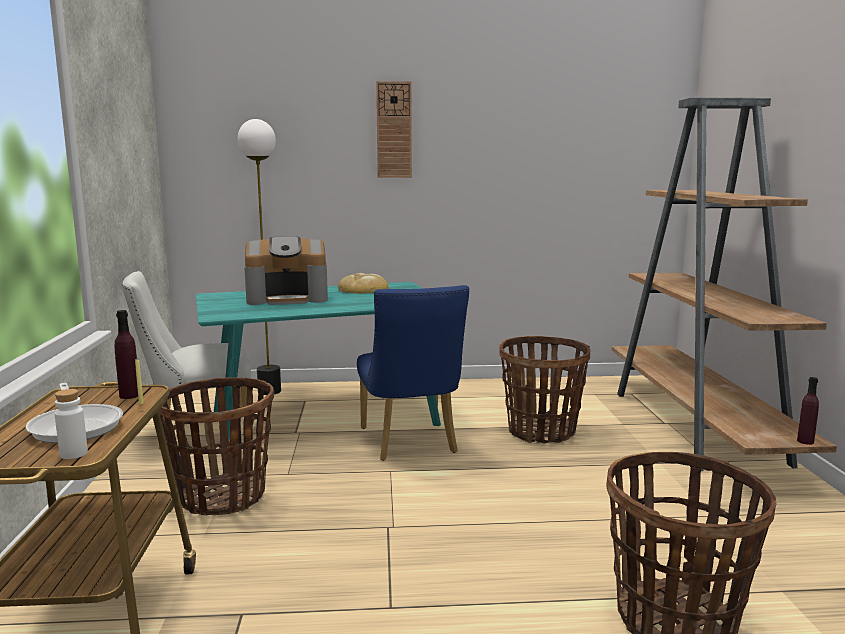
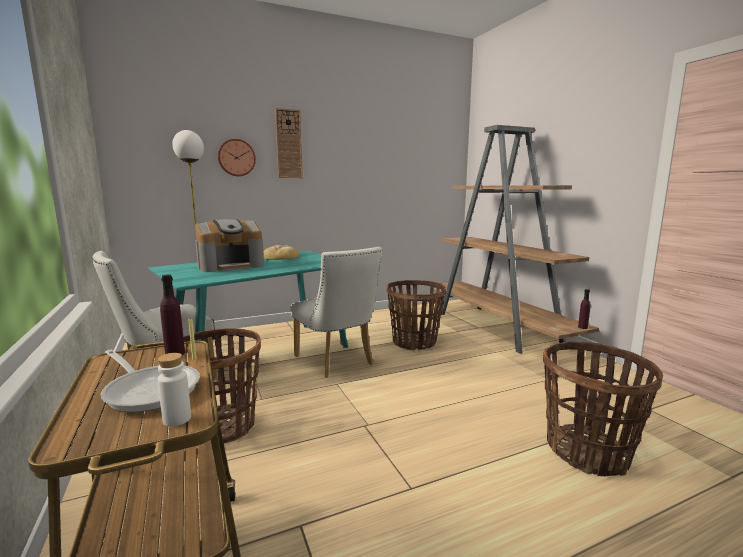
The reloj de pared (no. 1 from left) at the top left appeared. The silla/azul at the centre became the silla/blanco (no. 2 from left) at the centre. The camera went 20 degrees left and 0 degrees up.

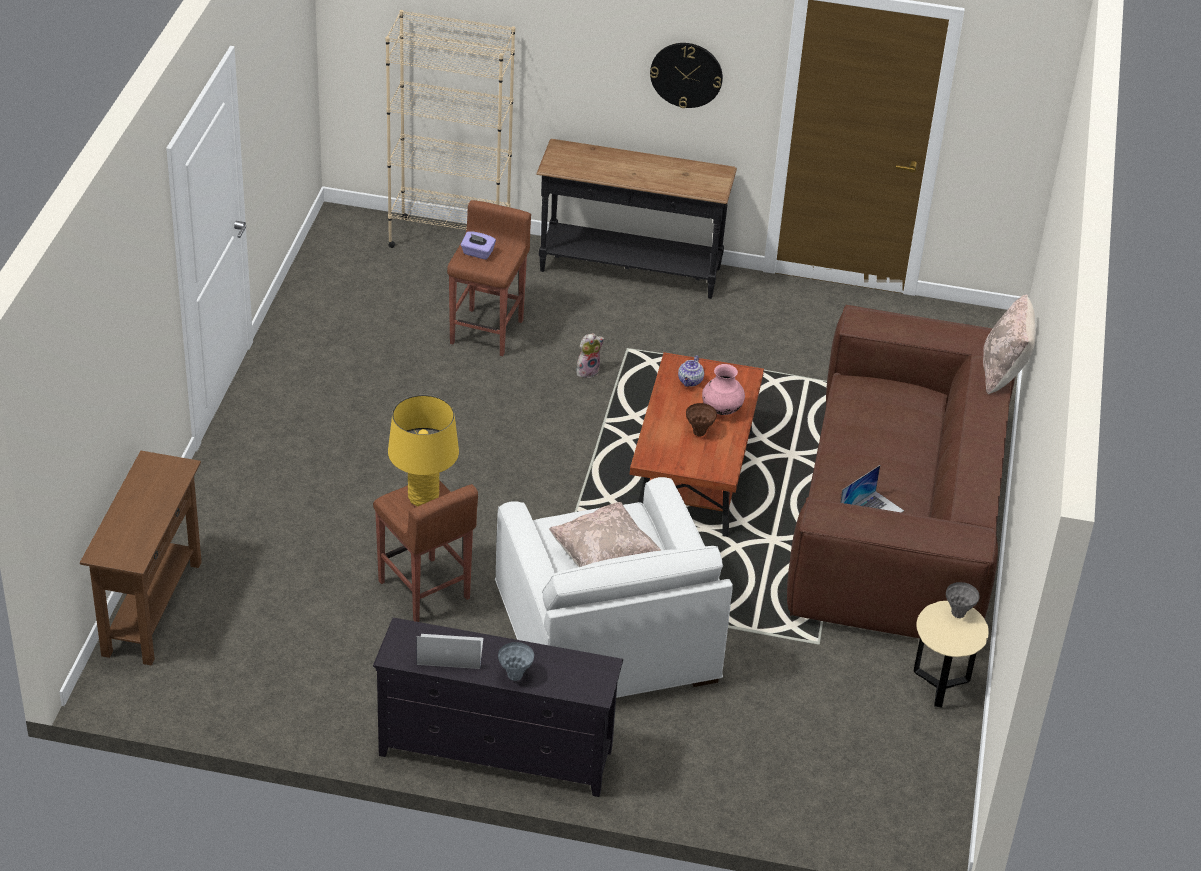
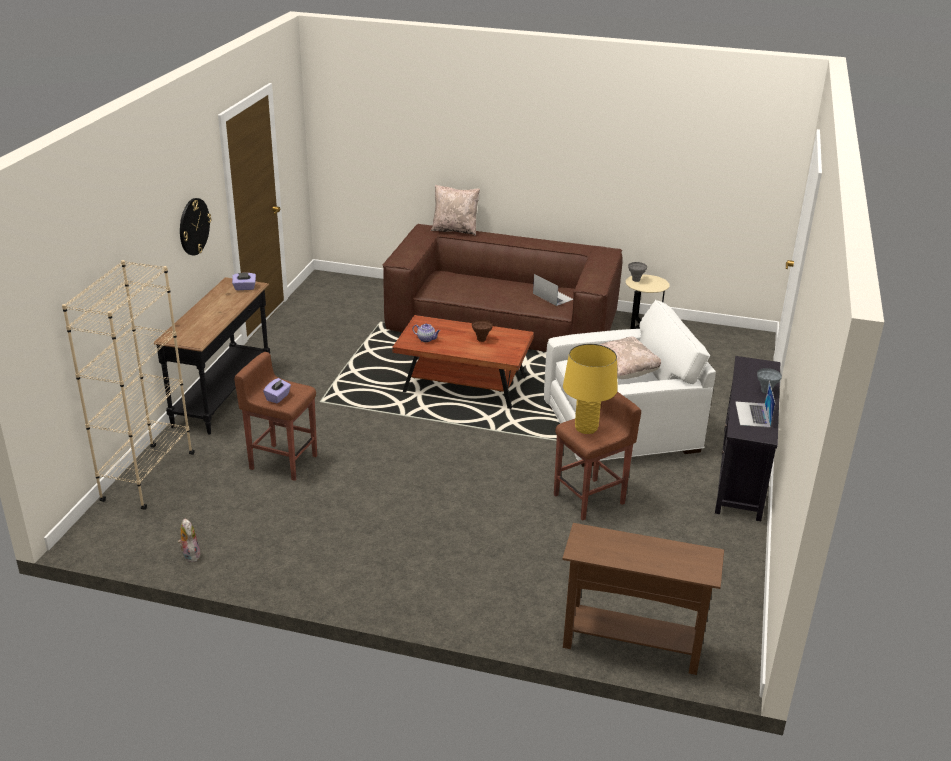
The peluche moved from the centre to the bottom left. The caja de pañuelos/morado (no. 1 from left) at the middle left appeared. The florero/rosa at the centre disappeared. The camera went 85 degrees left and 10 degrees down.

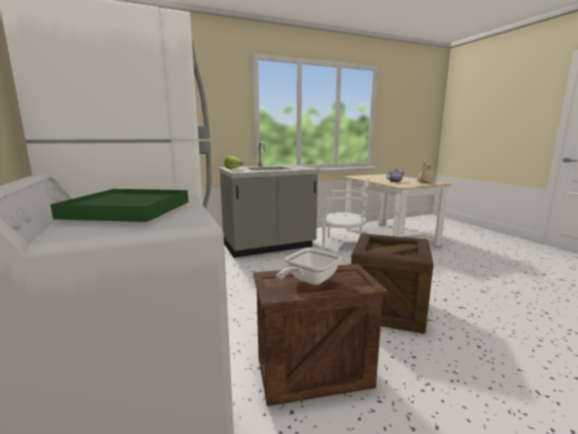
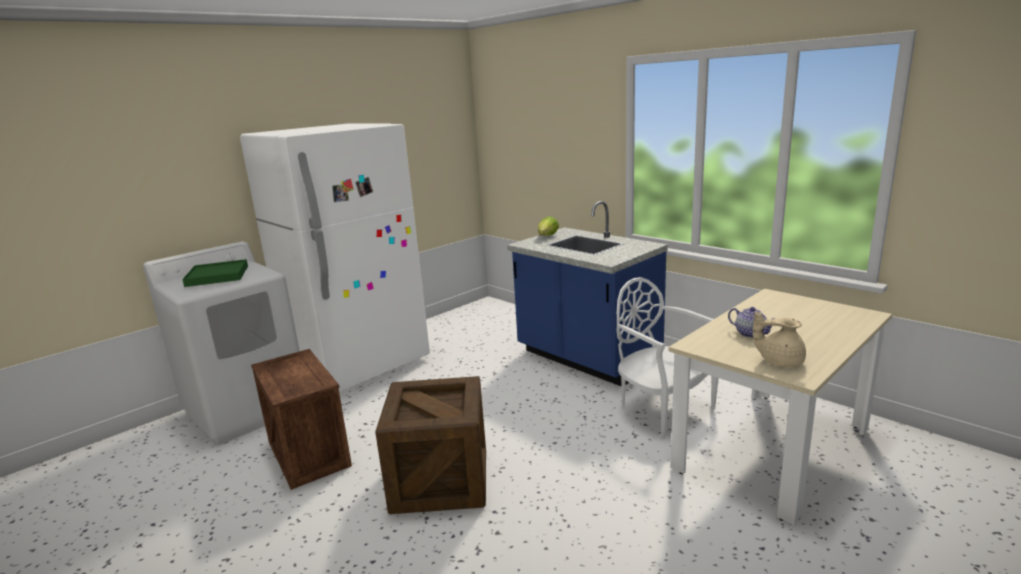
The mueble bajo de cocina/gris at the centre became the mueble bajo de cocina/azul at the centre. The silla/blanco at the centre turned 150 degrees clockwise. The sartén at the centre disappeared. The camera went 70 degrees right and 5 degrees up.

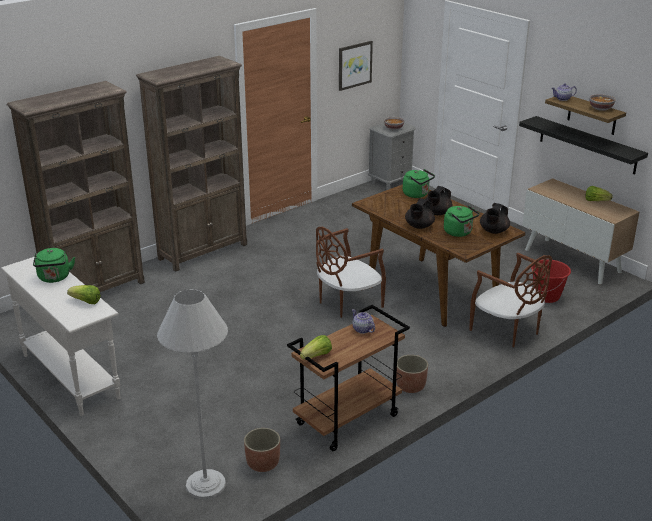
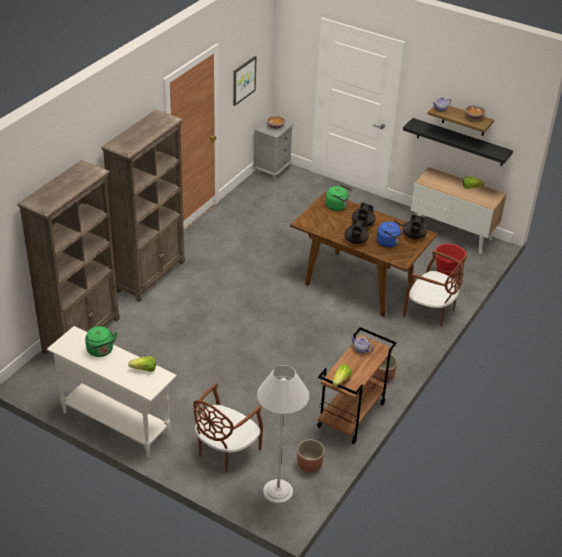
The silla/marrón (no. 1 from left) moved from the centre to the bottom centre. The hervidor/verde (no. 3 from left) at the middle right became the hervidor/azul at the middle right. The camera went 20 degrees left and 10 degrees up.

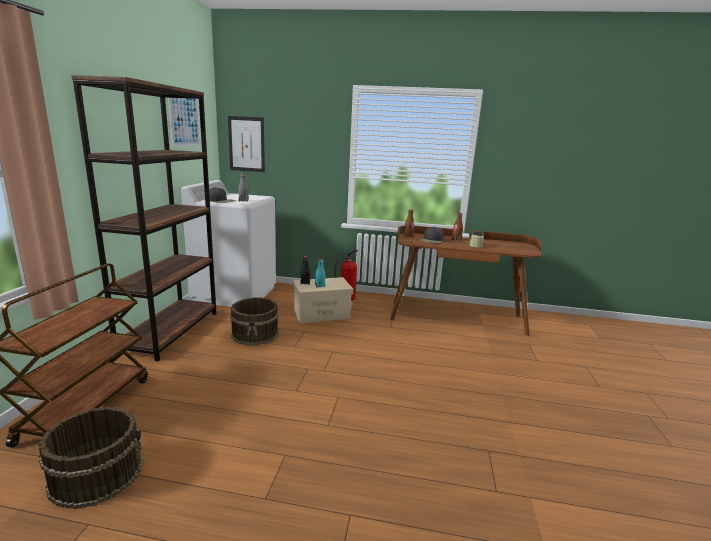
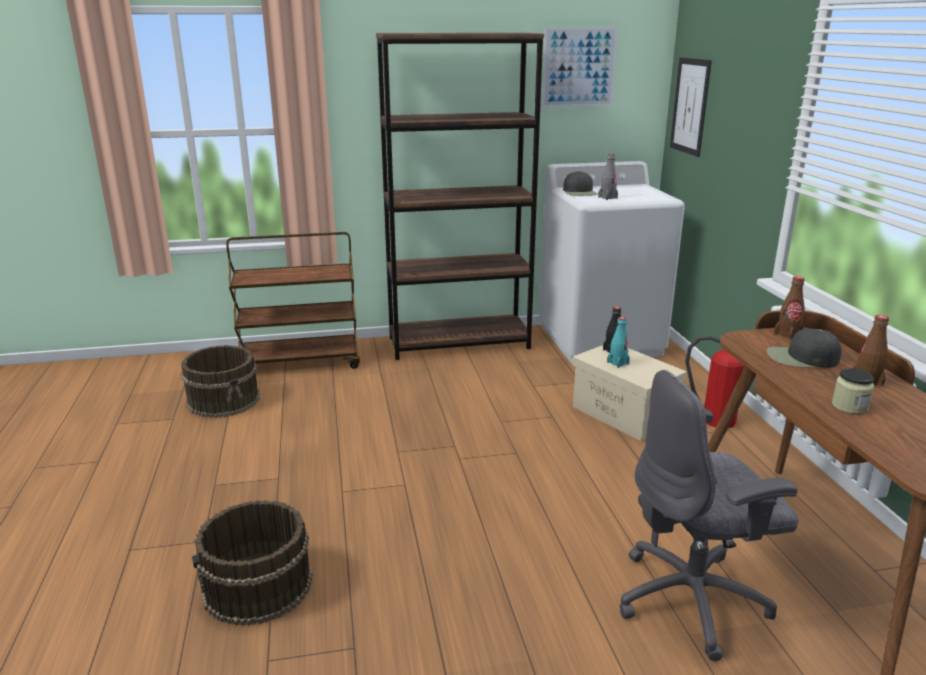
The cubo/marrón (no. 2 from left) moved from the centre to the bottom left. The silla de oficina/gris at the bottom right appeared. The camera went 70 degrees right and 5 degrees up.

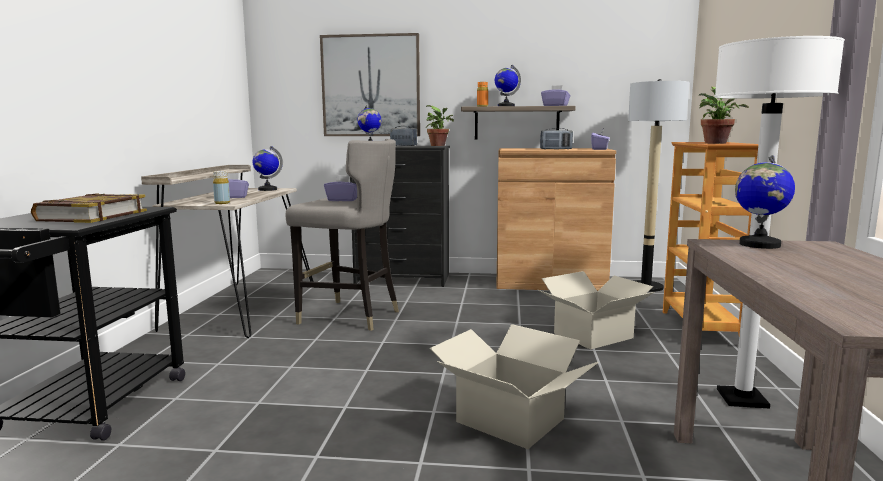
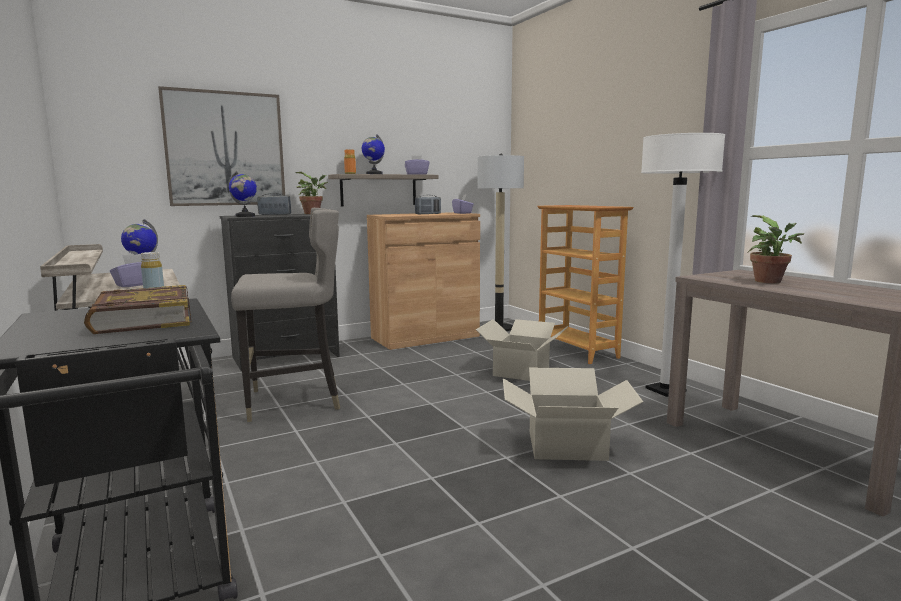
The planta en maceta (no. 2 from left) moved from the top right to the middle right. The caja de pañuelos/morado (no. 2 from left) at the centre disappeared. The globo terráqueo (no. 4 from left) at the middle right disappeared. The camera went 35 degrees left and 0 degrees up.

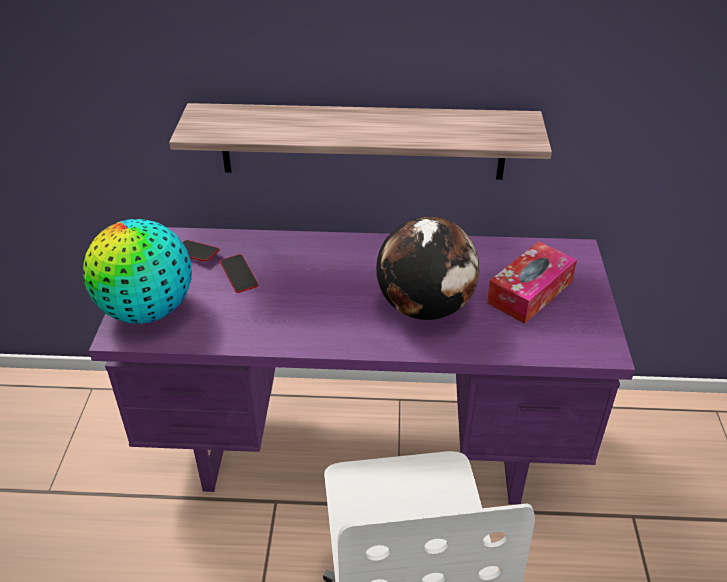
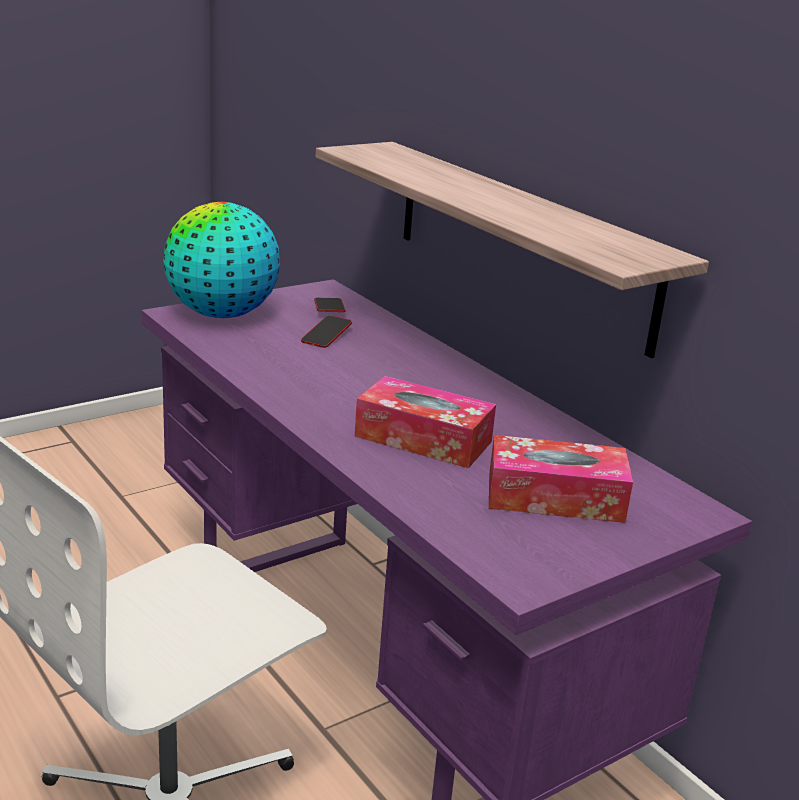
The globo terráqueo (no. 2 from left) at the centre was replaced by the caja de pañuelos (no. 1 from left) at the centre. The camera went 50 degrees right and 15 degrees down.

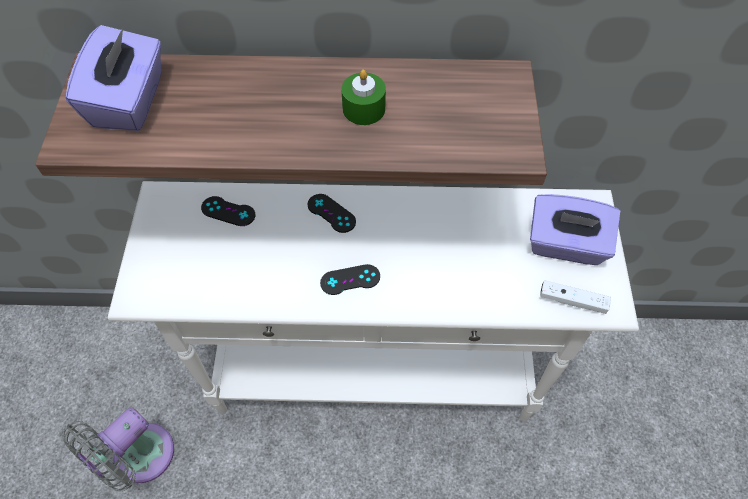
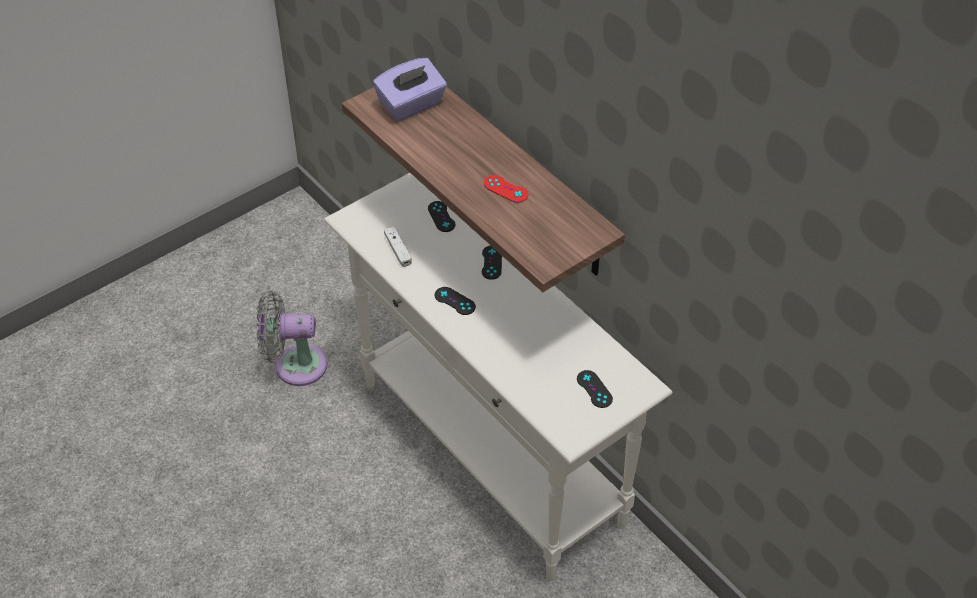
The mando de consola/blanco moved from the middle right to the centre. The vela/verde at the top centre was replaced by the mando de consola/rojo at the top centre. The caja de pañuelos/morado (no. 2 from left) at the middle right was replaced by the mando de consola/negro (no. 4 from left) at the centre. The camera went 50 degrees right and 10 degrees down.

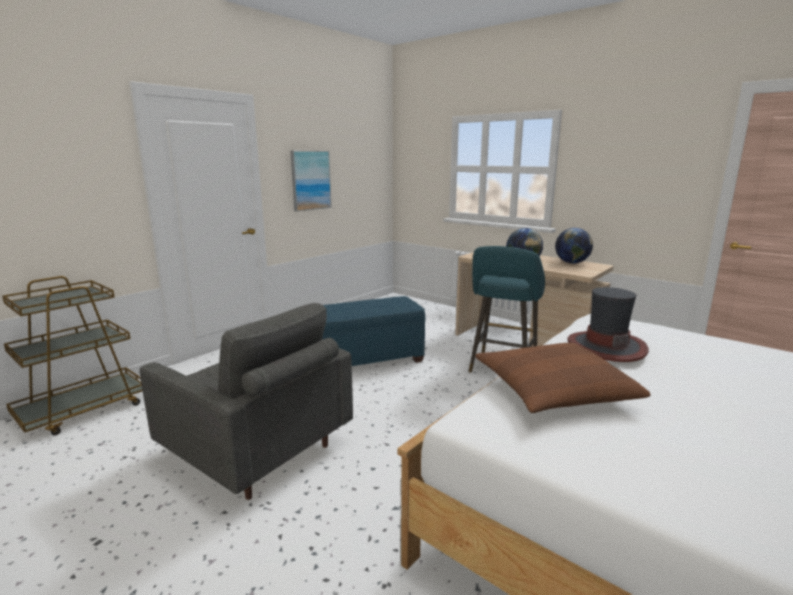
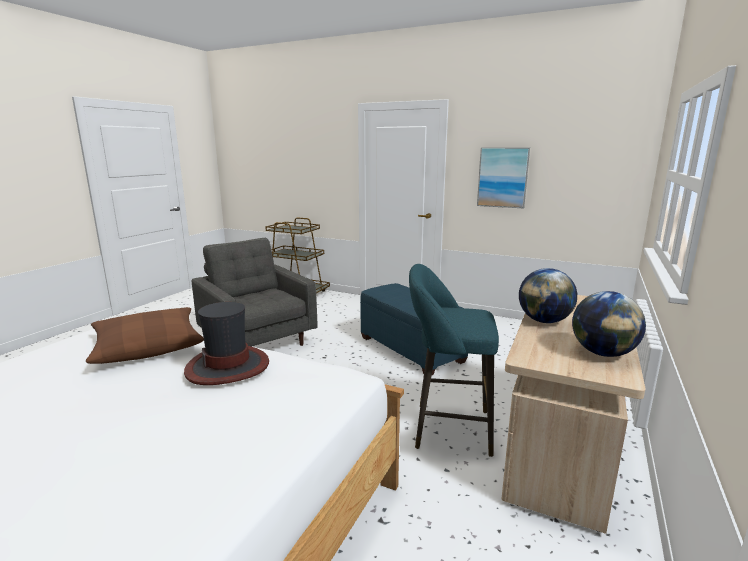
The sillón/gris at the bottom left turned 120 degrees clockwise. The camera went 75 degrees right and 0 degrees up.

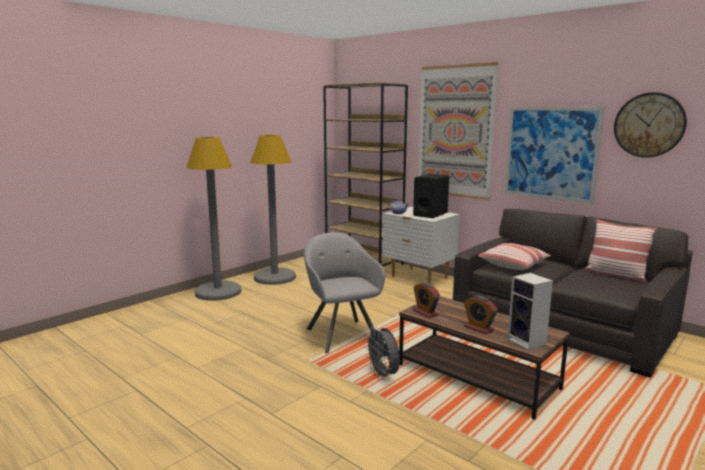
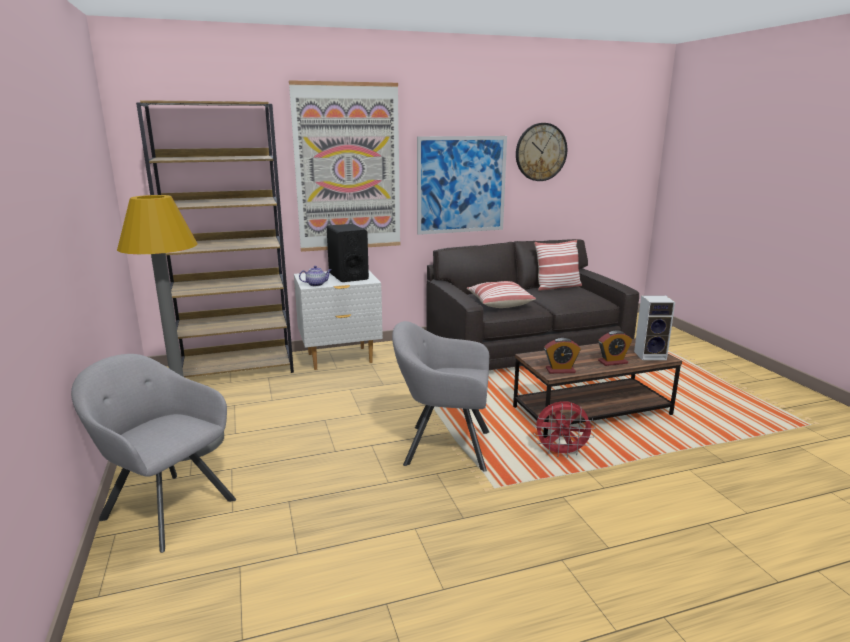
The lámpara de pie/gris (no. 1 from left) at the middle left was replaced by the sillón/gris (no. 1 from left) at the bottom left. The ventilador/gris at the bottom centre became the ventilador/rojo at the bottom centre. The camera went 60 degrees left and 5 degrees up.

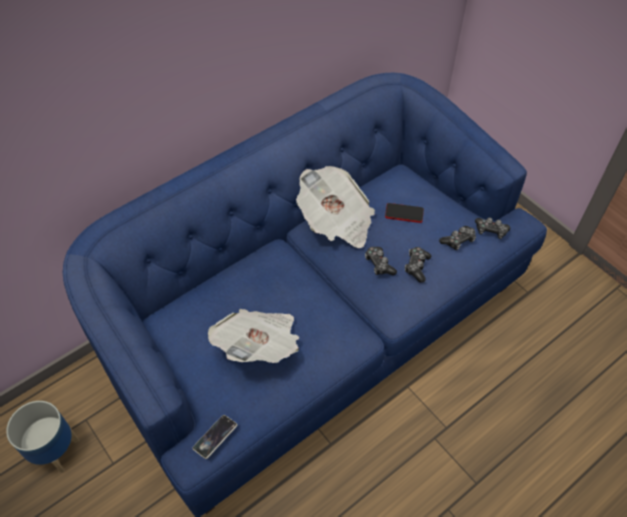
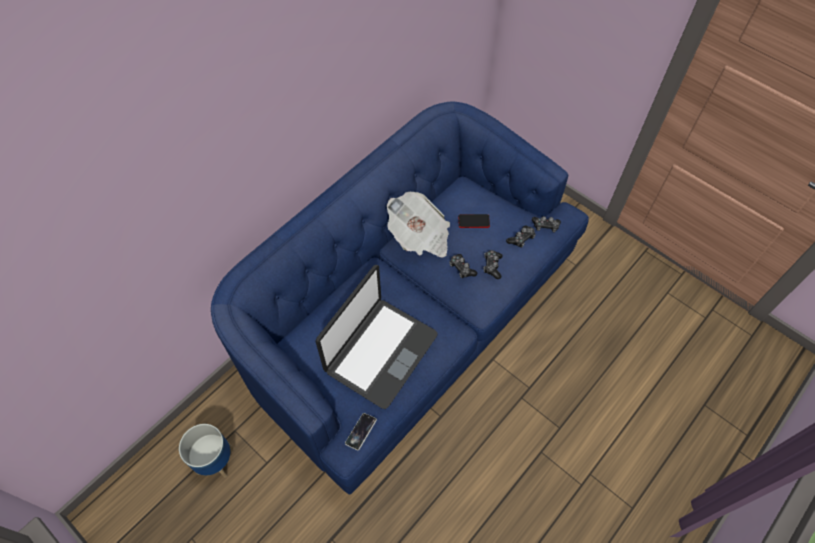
The periódico (no. 1 from left) at the centre was replaced by the portátil at the centre. The camera went 10 degrees left and 5 degrees up.

